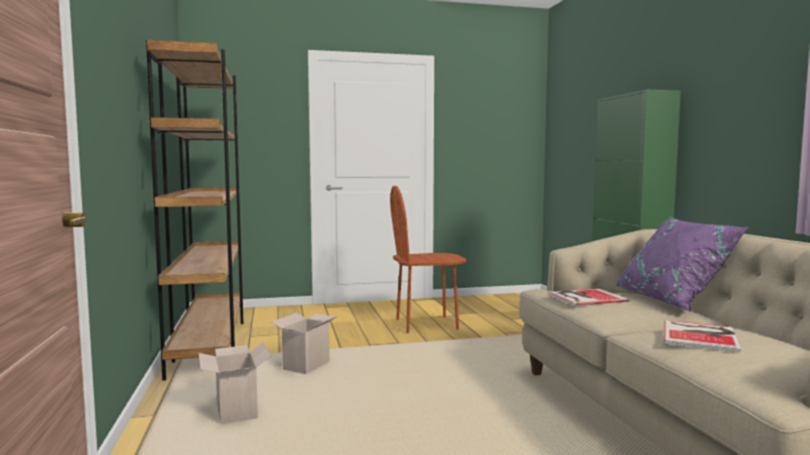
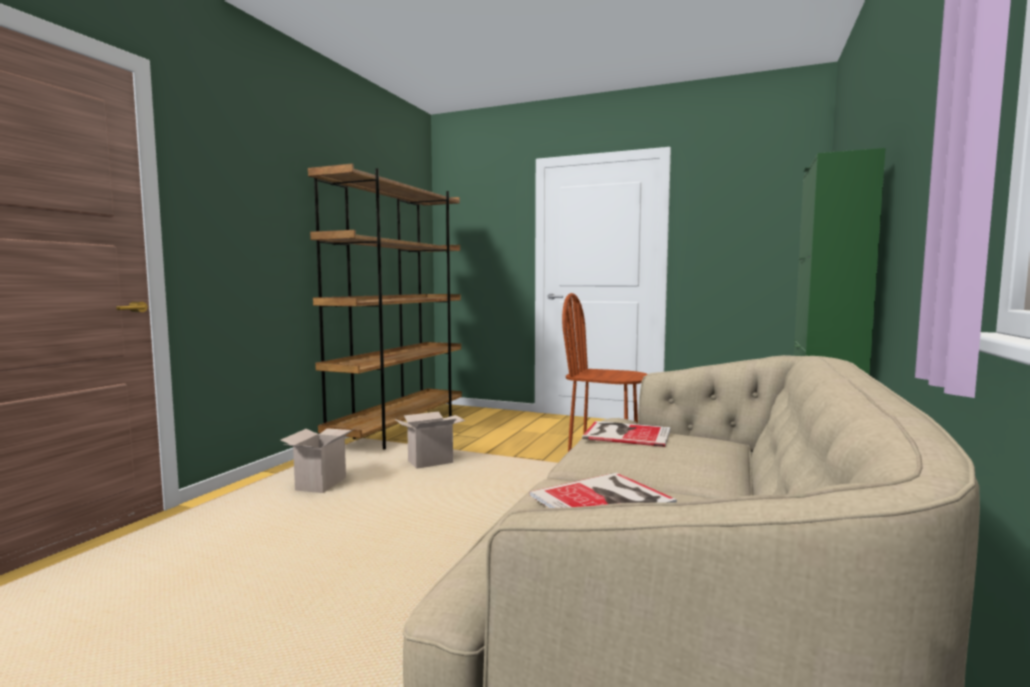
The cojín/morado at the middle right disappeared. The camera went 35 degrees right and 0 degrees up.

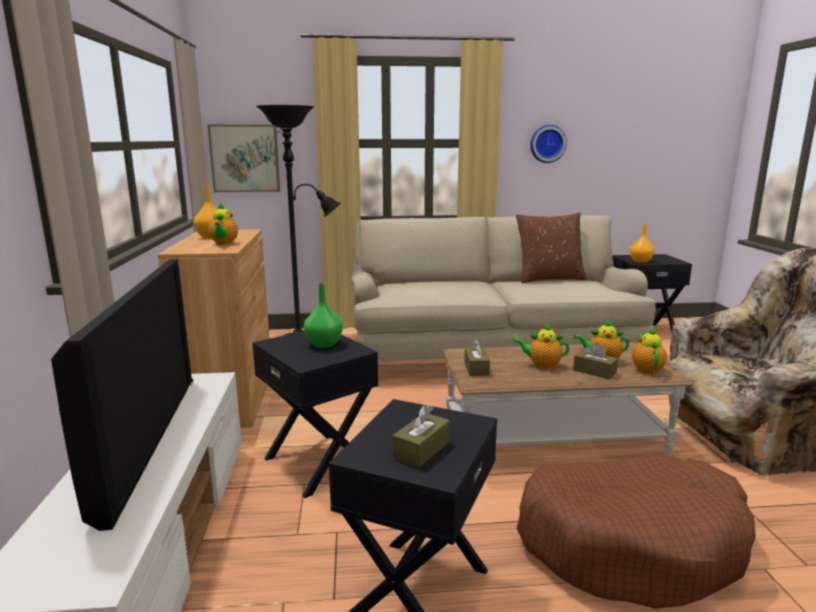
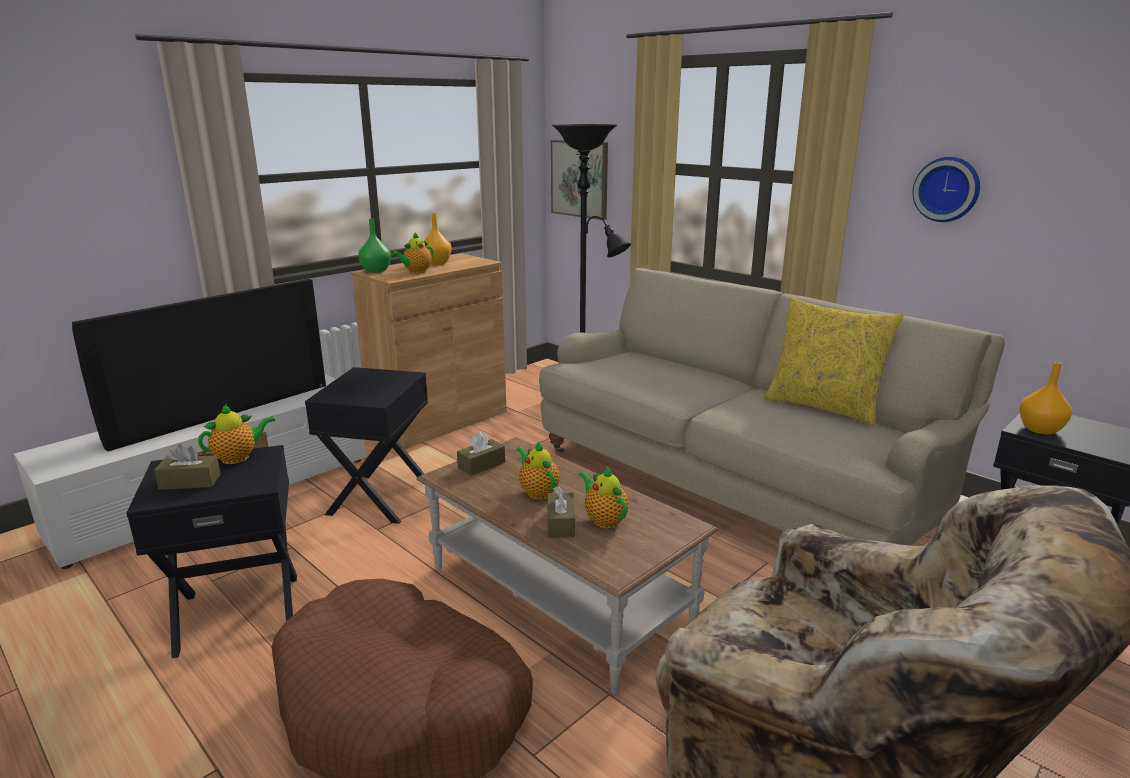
The tetera (no. 4 from left in the first image) moved from the middle right to the middle left. The florero/verde moved from the centre to the top left. The cojín/marrón at the middle right became the cojín/amarillo at the middle right. The camera went 50 degrees right and 5 degrees up.

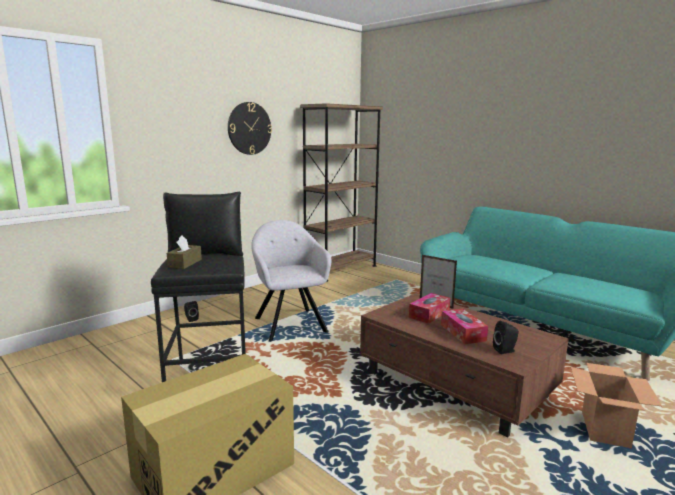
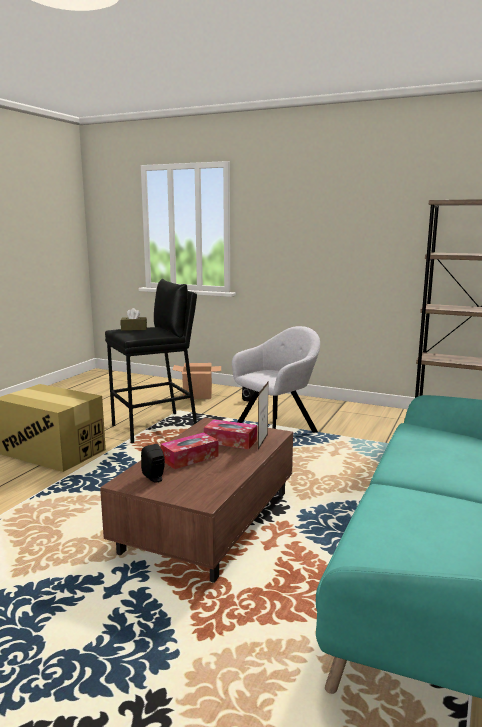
The caja de cartón (no. 2 from left) moved from the bottom right to the centre. The reloj de pared at the top centre disappeared. The camera went 70 degrees right and 0 degrees up.

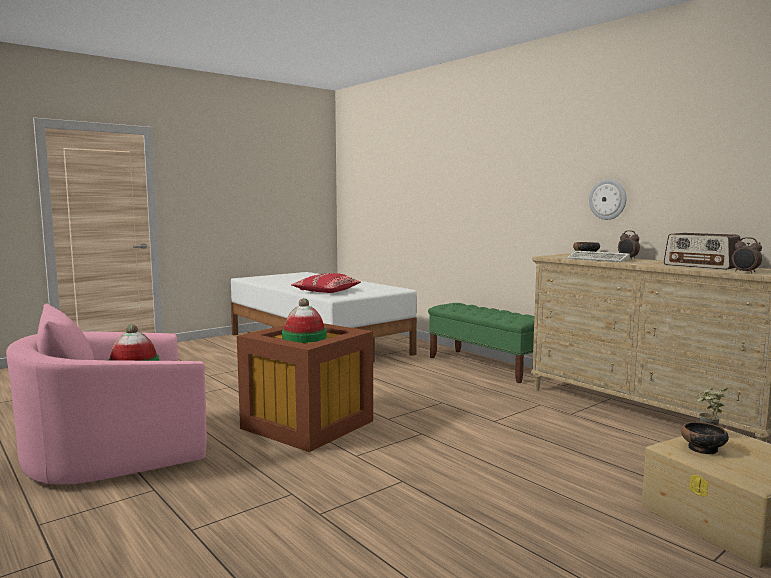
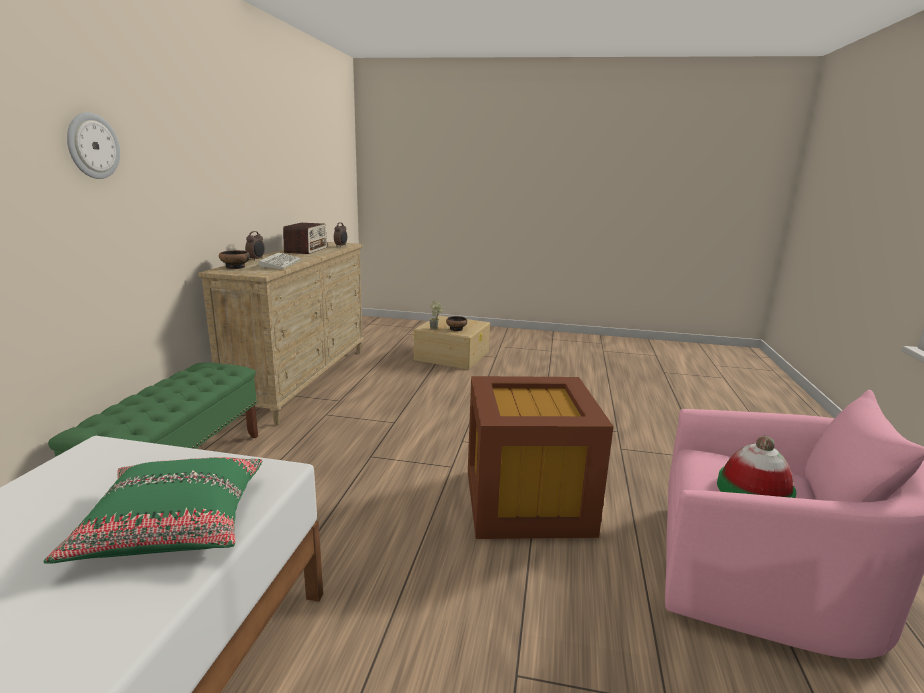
The cojín/rojo at the centre became the cojín/verde at the bottom left. The reloj de pared moved from the middle right to the top left. The sombrero (no. 2 from left) at the centre disappeared. The camera went 130 degrees left and 10 degrees up.

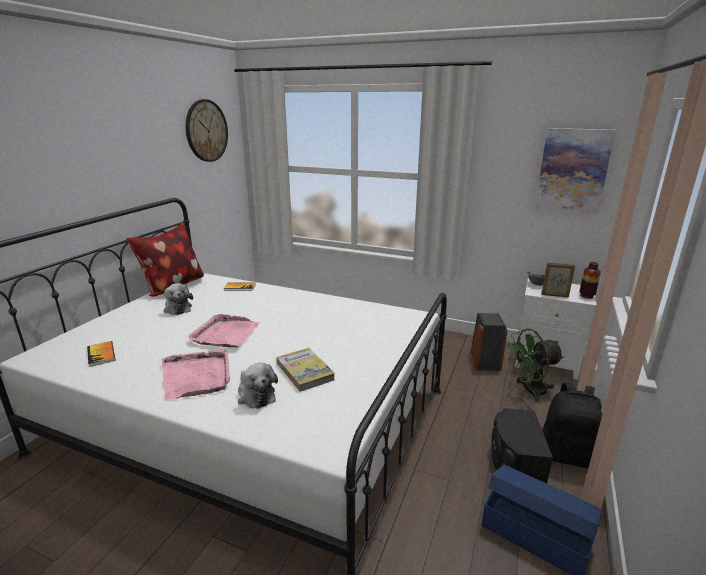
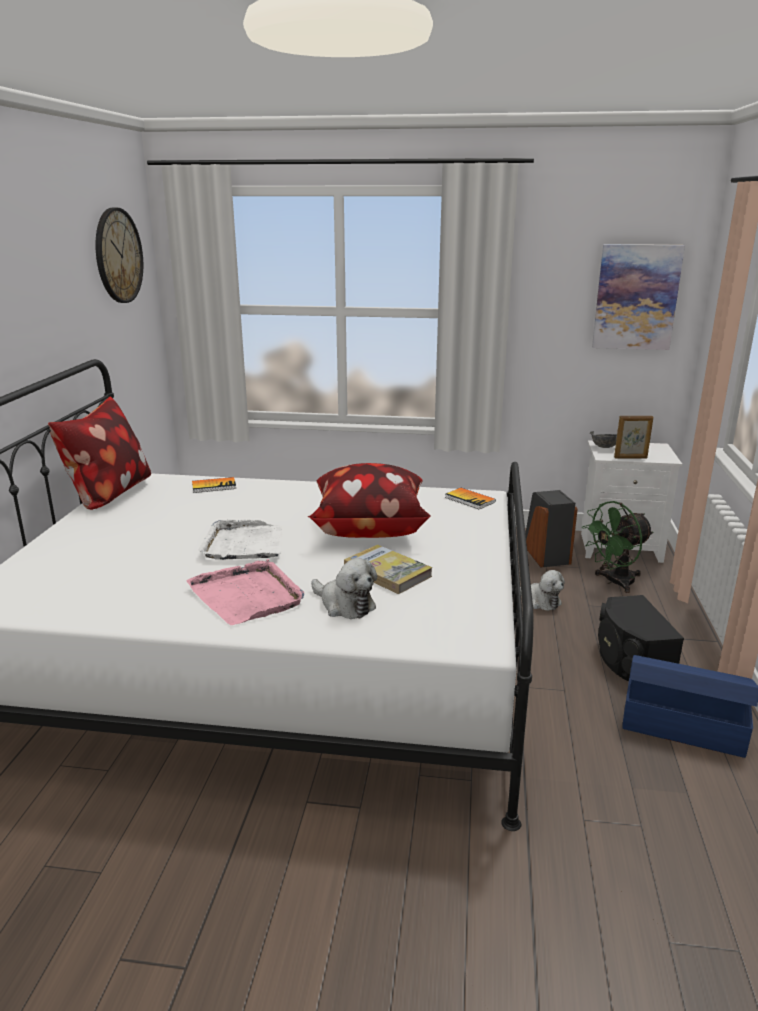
The bandeja/rosa (no. 2 from left) at the middle left became the bandeja/blanco at the middle left. The cojín (no. 2 from left) at the centre appeared. The libro (no. 1 from left in the first image) moved from the middle left to the centre. The peluche (no. 1 from left in the first image) moved from the middle left to the middle right. The mochila/negro at the bottom right disappeared. The florero at the middle right disappeared. The camera went 15 degrees left and 0 degrees up.

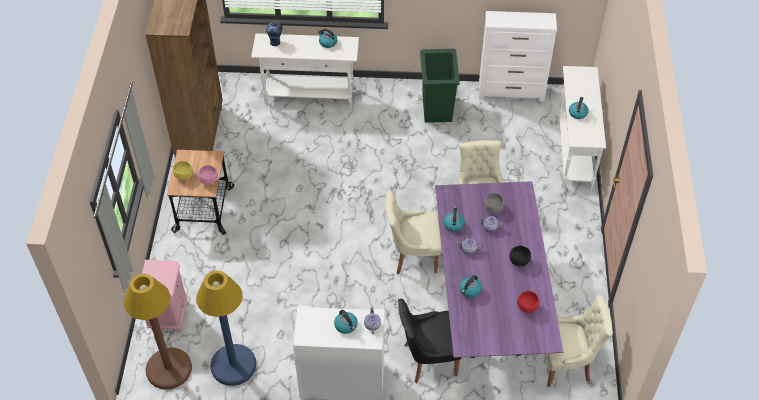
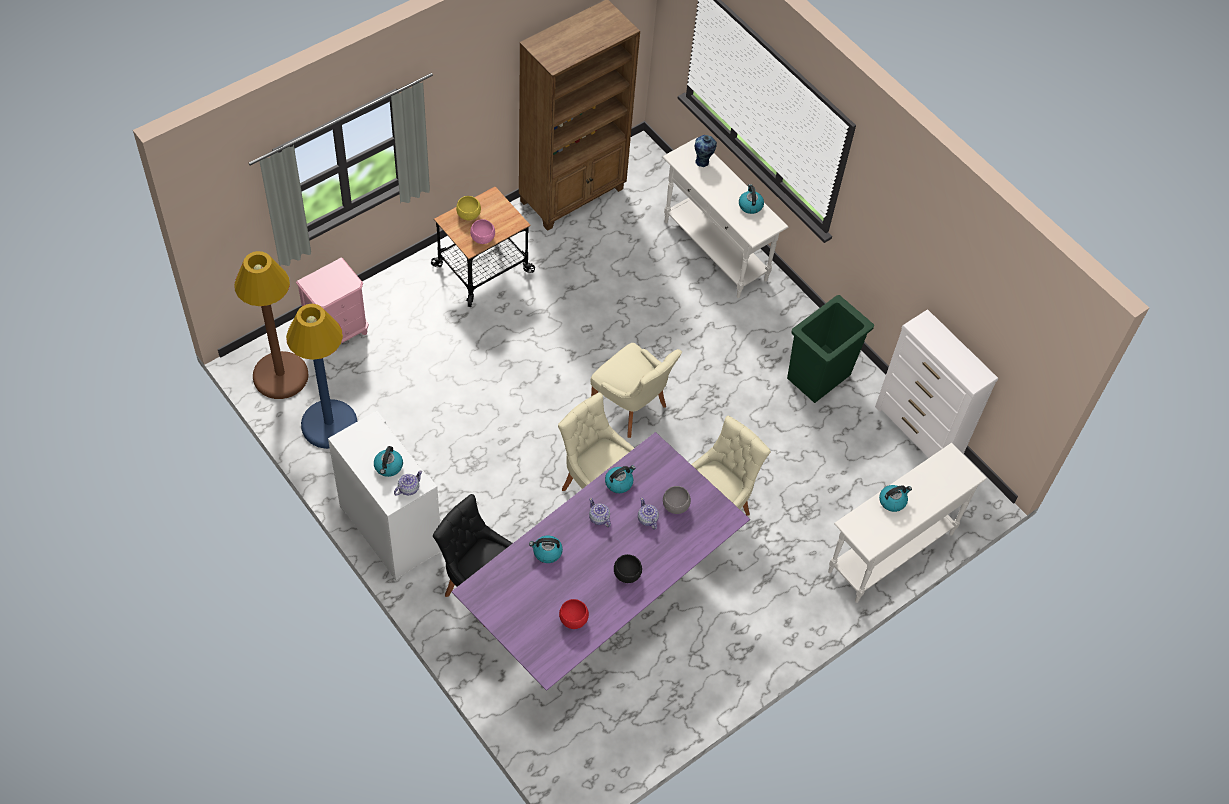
The silla/beis (no. 3 from left in the first image) moved from the bottom right to the centre. The camera went 45 degrees right and 5 degrees up.

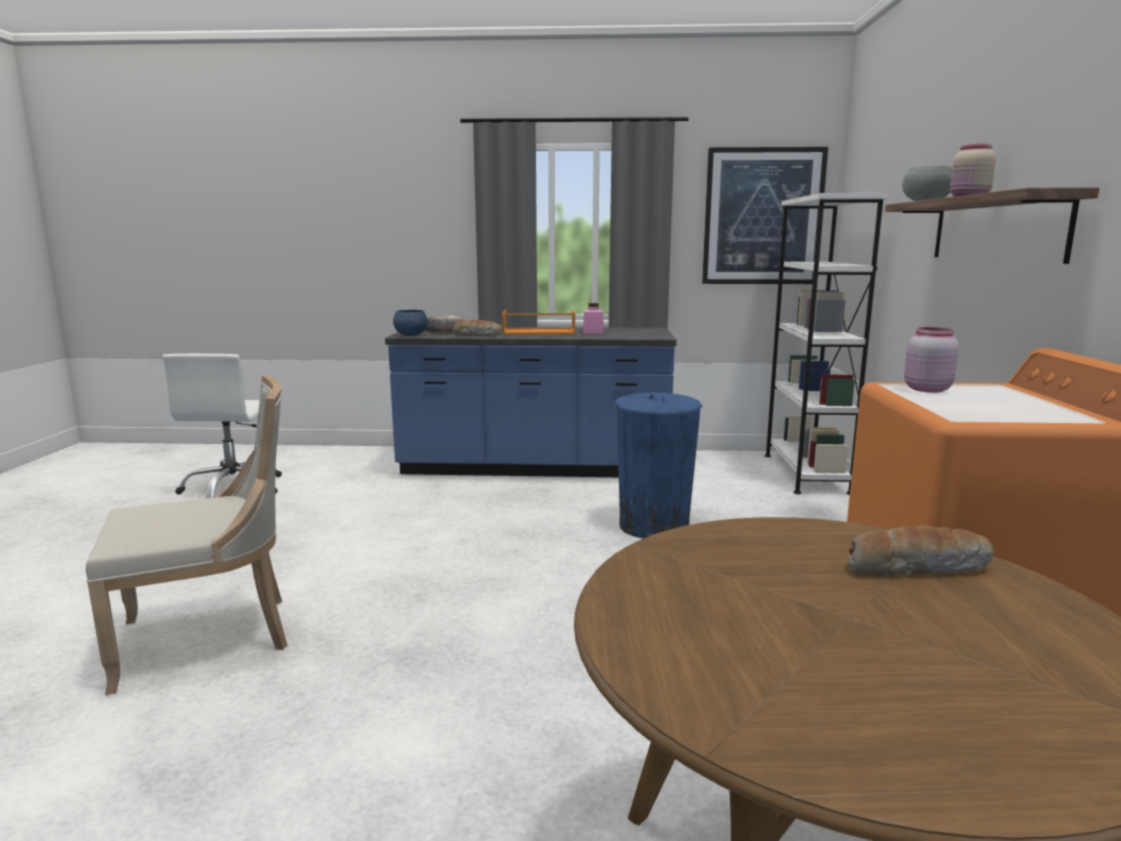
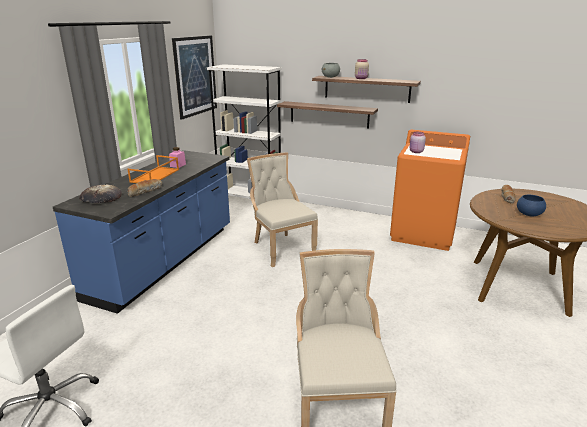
The papelera/azul at the centre was replaced by the silla/beis (no. 1 from left) at the centre. The estante (no. 1 from left) at the top centre appeared. The cuenco/azul moved from the centre to the middle right. The camera went 70 degrees left and 10 degrees up.

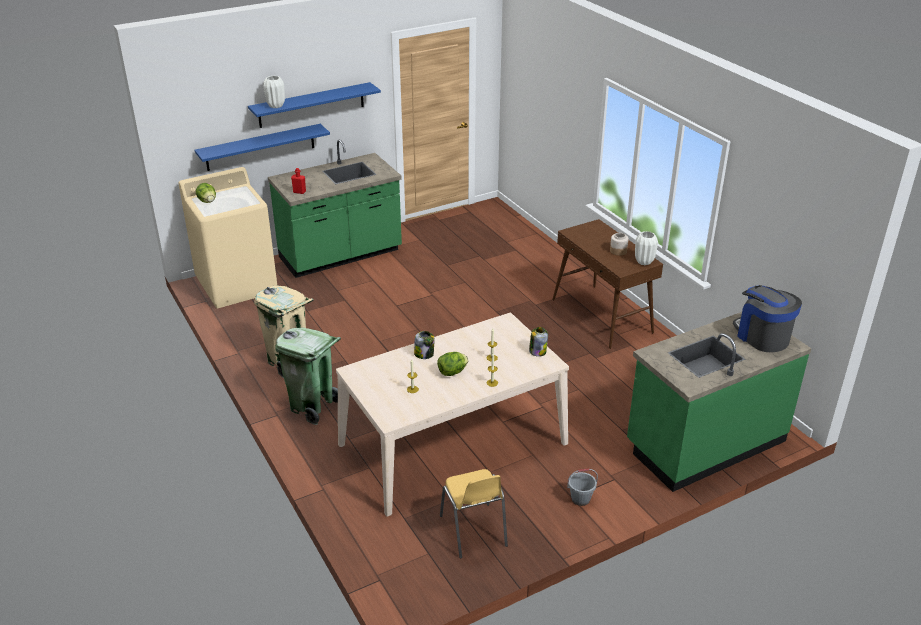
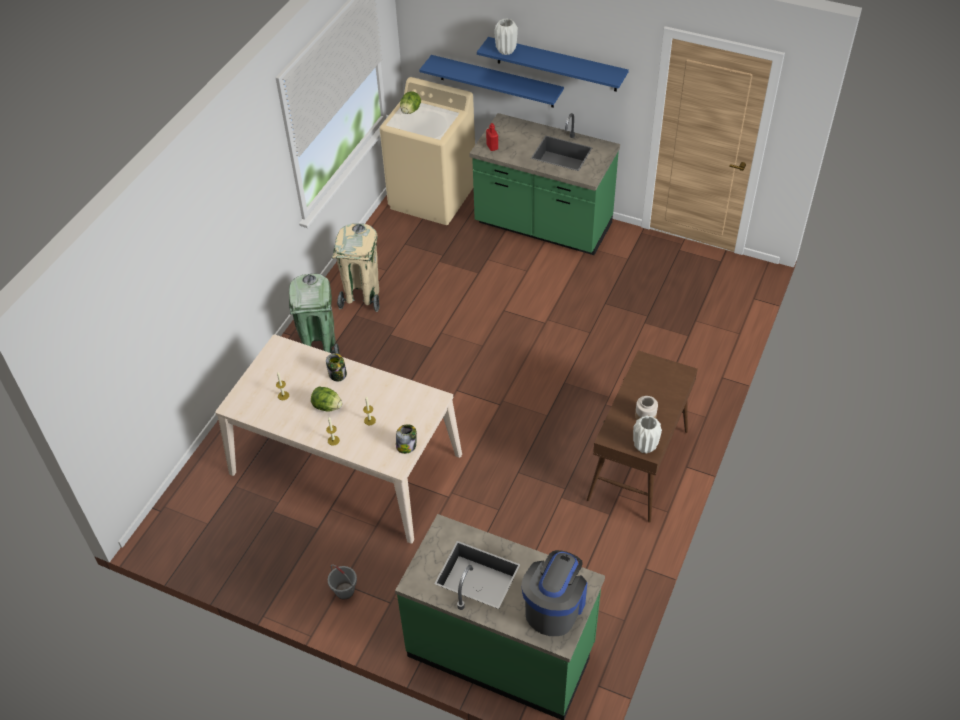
The silla/amarillo at the bottom centre disappeared. The camera went 55 degrees right and 15 degrees up.

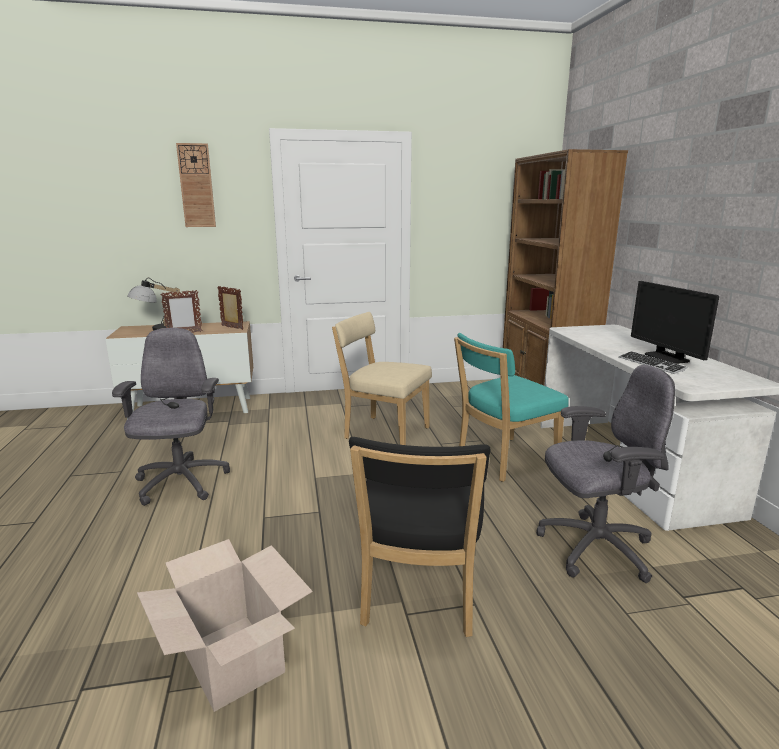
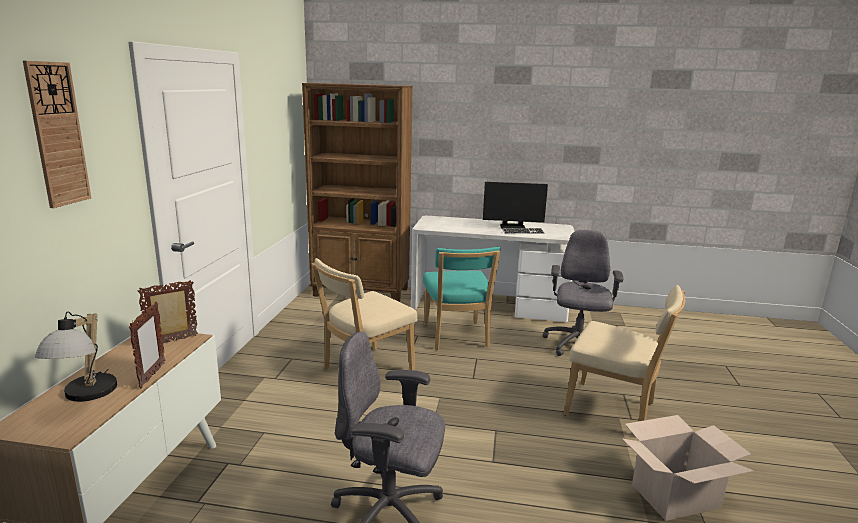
The silla/negro at the bottom centre became the silla/beis (no. 2 from left) at the bottom right. The camera went 70 degrees left and 0 degrees up.

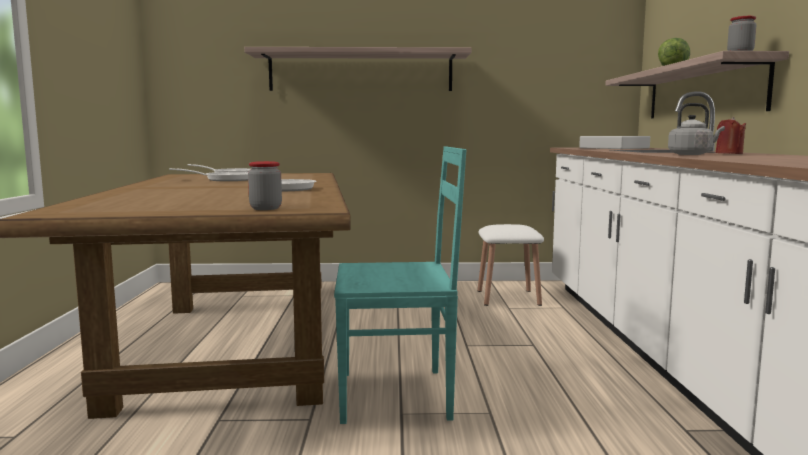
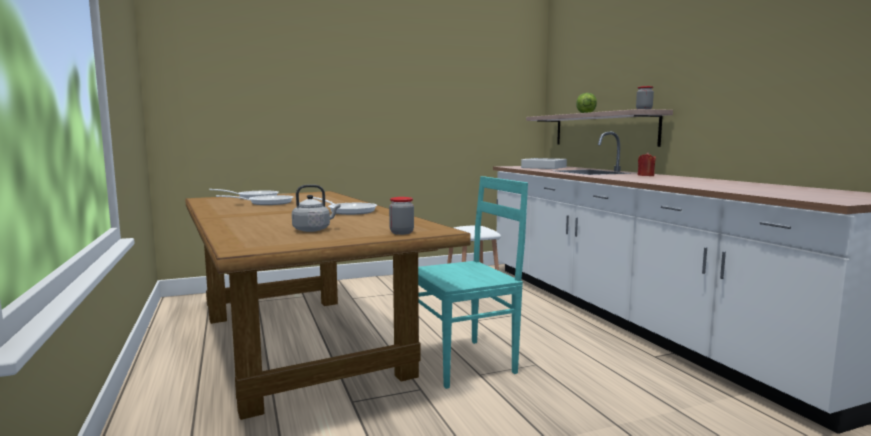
The hervidor/gris moved from the top right to the centre. The estante (no. 1 from left) at the top centre disappeared. The camera went 20 degrees left and 0 degrees up.

